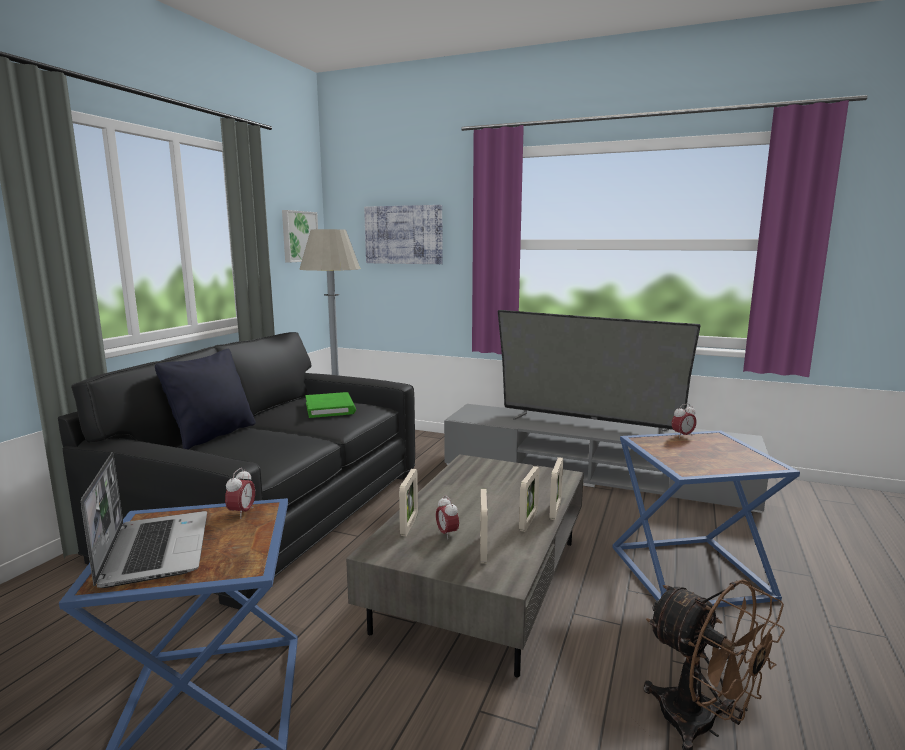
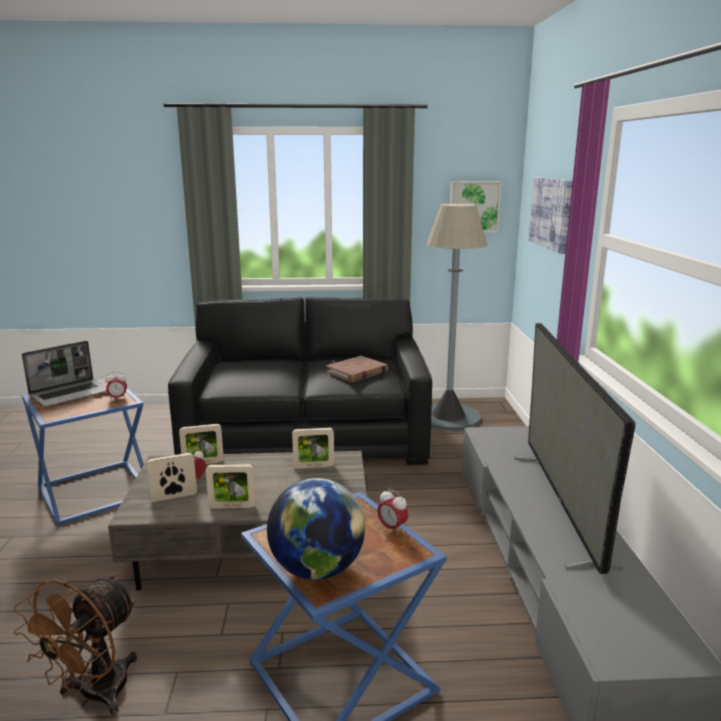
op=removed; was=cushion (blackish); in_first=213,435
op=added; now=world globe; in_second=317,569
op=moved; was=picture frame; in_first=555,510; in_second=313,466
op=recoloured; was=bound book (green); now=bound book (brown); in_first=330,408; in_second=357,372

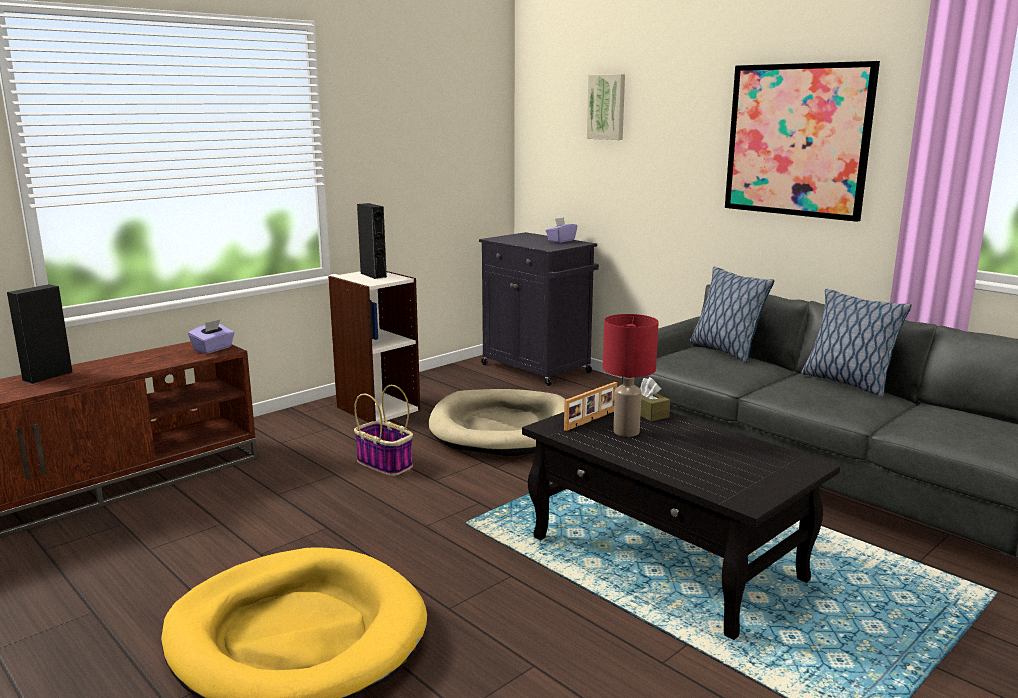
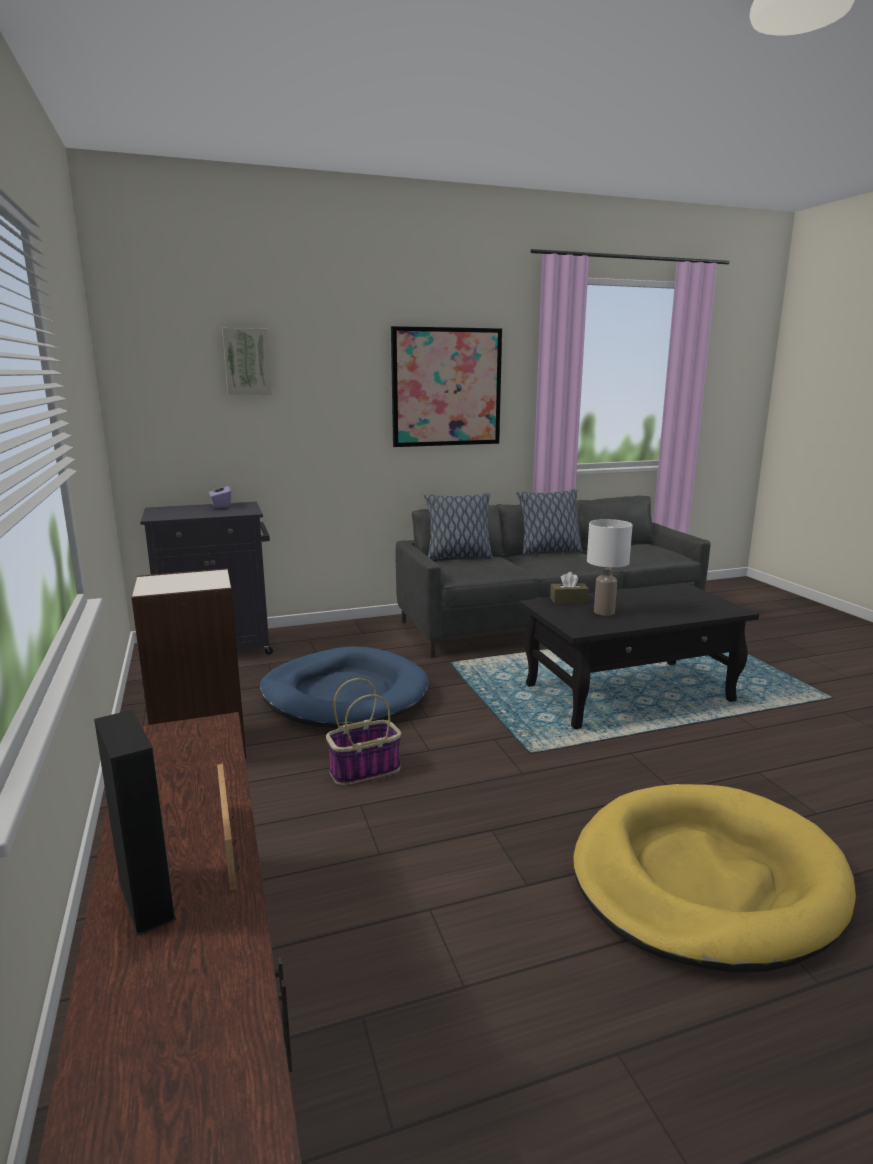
op=removed; was=box of tissues (purple); in_first=213,349
op=removed; was=audio speaker (blackish); in_first=373,275
op=moved; was=picture frame; in_first=591,420; in_second=230,844
op=recoloured; was=dog cushion (sand-coloured); now=dog cushion (blue); in_first=503,428; in_second=344,694
op=recoloured; was=table lamp (red); now=table lamp (white-coloured); in_first=626,432; in_second=604,612

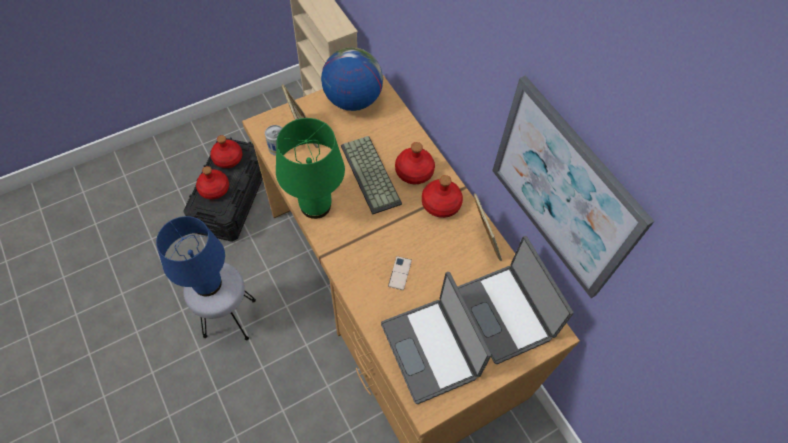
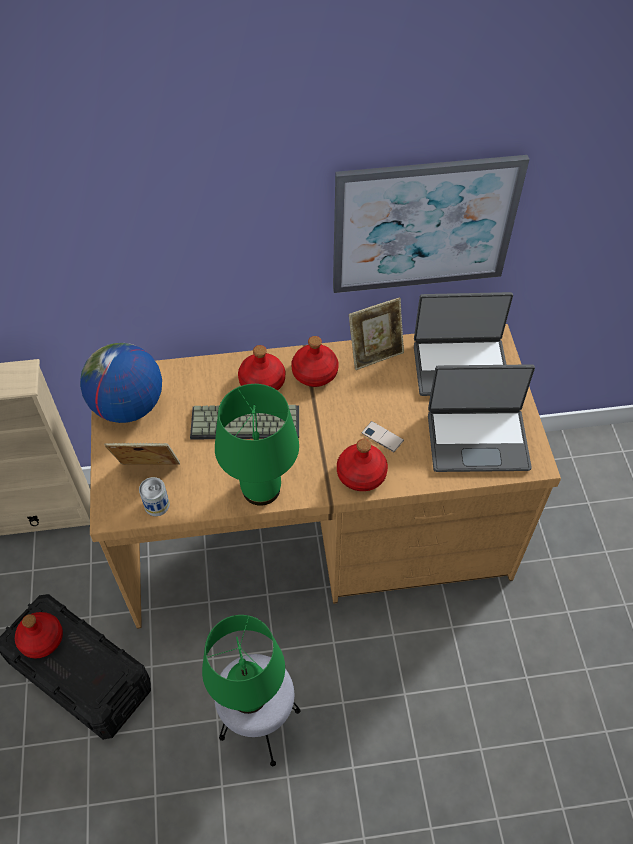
op=moved; was=bottle (red); in_first=214,189; in_second=361,474
op=recoloured; was=table lamp (blue); now=table lamp (green); in_first=208,283; in_second=248,694
op=turned; was=picture frame; in_first=483,241; in_second=375,354; clockwise=150

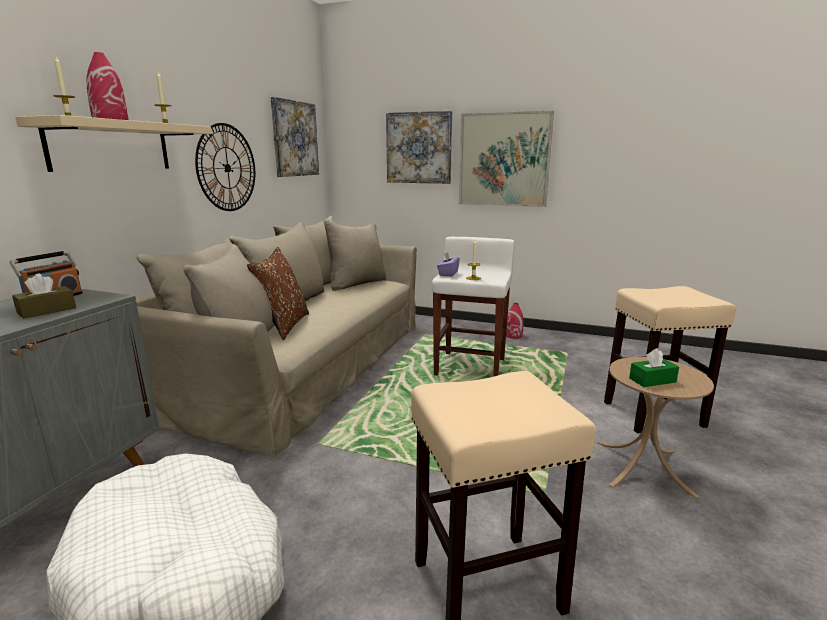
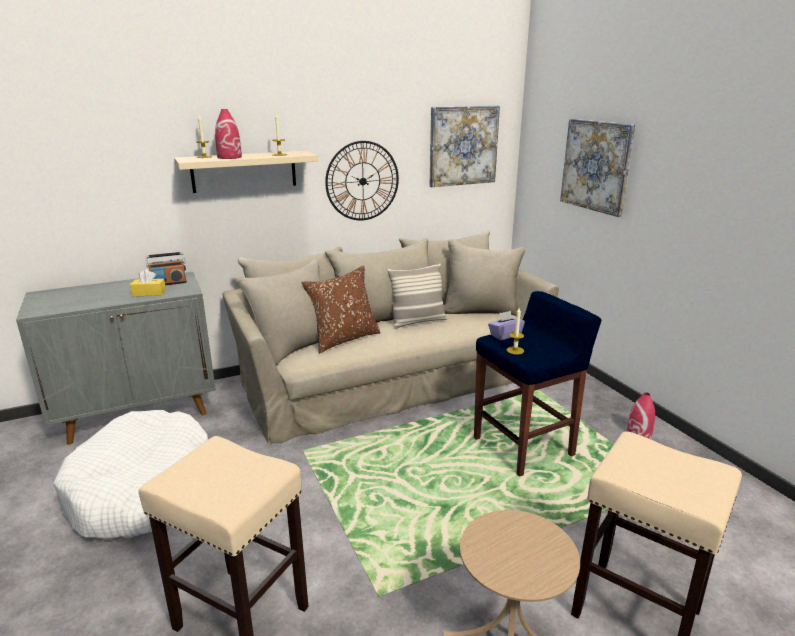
op=removed; was=wall picture; in_first=504,160
op=removed; was=box of tissues (green); in_first=652,380
op=added; now=cushion; in_second=417,322
op=recoloured; was=box of tissues (brown); now=box of tissues (yellow); in_first=47,310; in_second=149,293
op=recoloured; was=sitting stool (white-coloured); now=sitting stool (blue); in_first=470,366; in_second=525,446

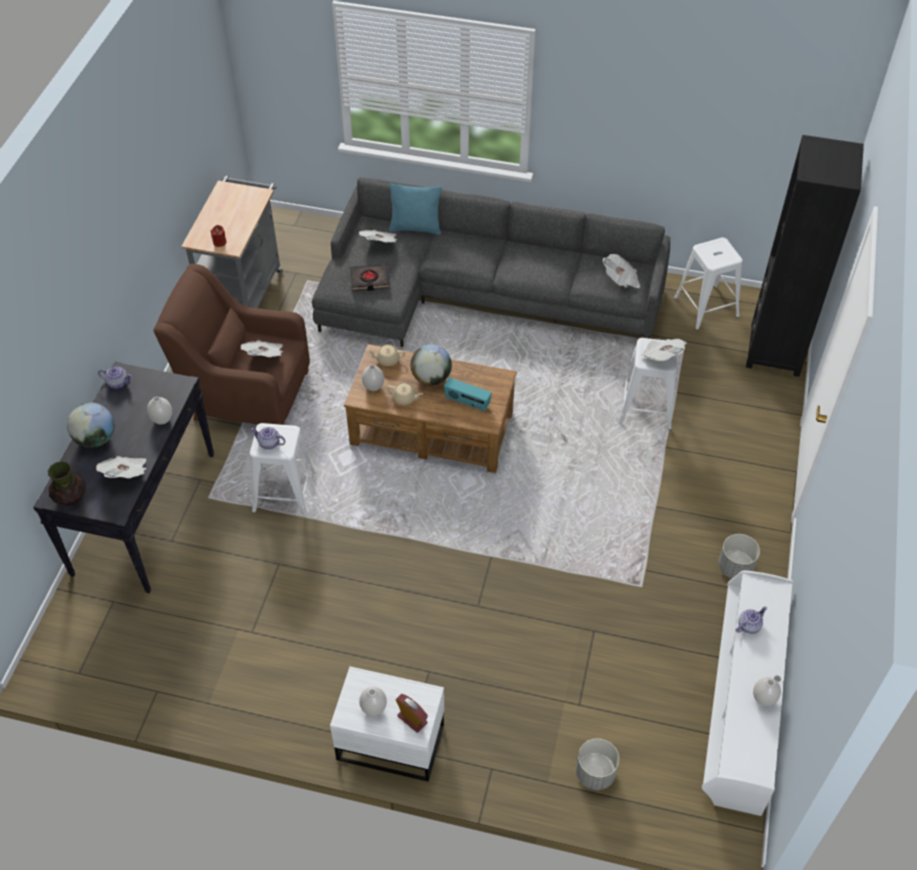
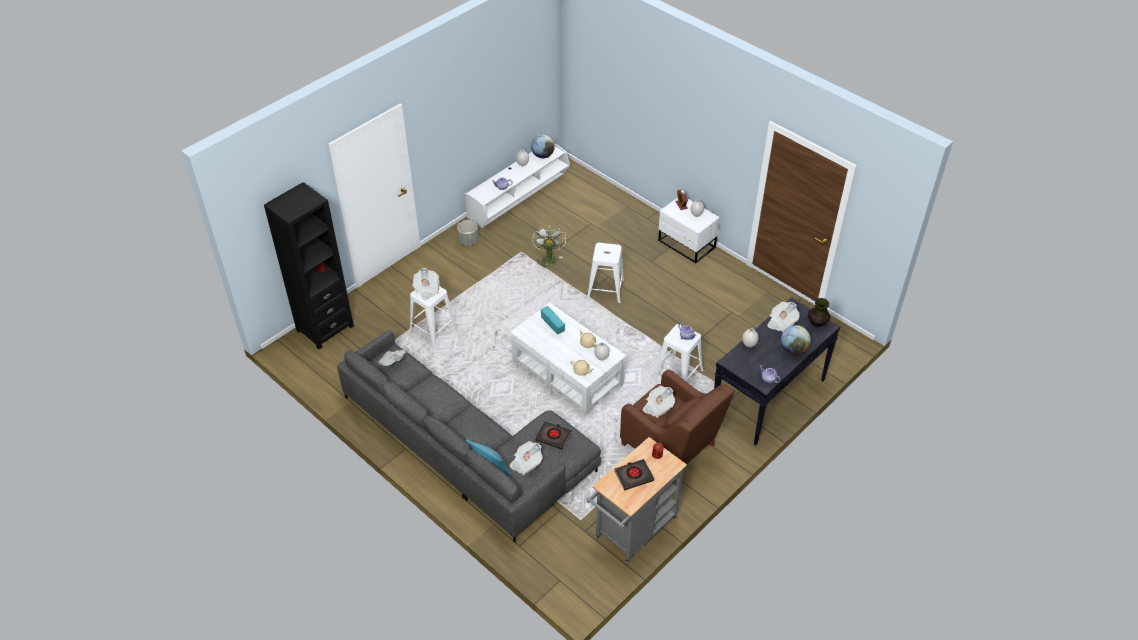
op=removed; was=planter (greyish); in_first=595,773
op=added; now=fan (white-coloured); in_second=548,258
op=added; now=bound book (blackish); in_second=633,476
op=moved; was=world globe; in_first=431,378; in_second=543,155
op=moved; was=sitting stool (white-coloured); in_first=706,307; in_second=605,289
op=recoloured; was=coffee table (brown); now=coffee table (white-coloured); in_first=432,429; in_second=567,372

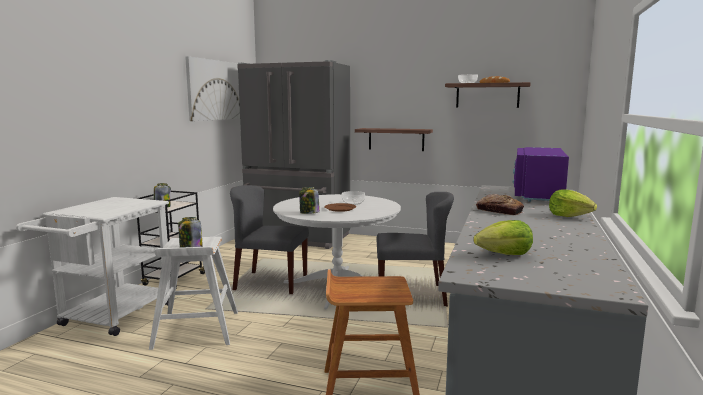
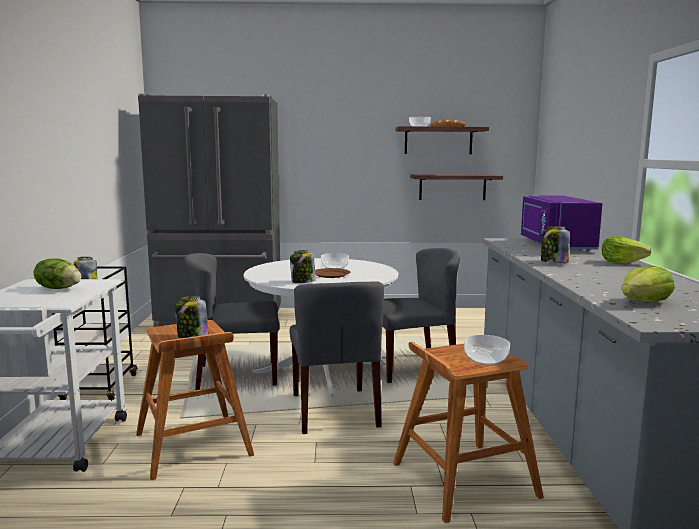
op=removed; was=wall picture; in_first=214,90
op=added; now=head of lettuce; in_second=59,288
op=added; now=plain chair (greyish); in_second=334,411
op=added; now=deep dish; in_second=485,360
op=moved; was=wall shelf; in_first=396,139; in_second=452,187
op=replaced; was=bakery bread; now=jar; in_first=499,211; in_second=553,262
op=recoloured; was=sitting stool (white-coloured); now=sitting stool (brown); in_first=196,330; in_second=193,445

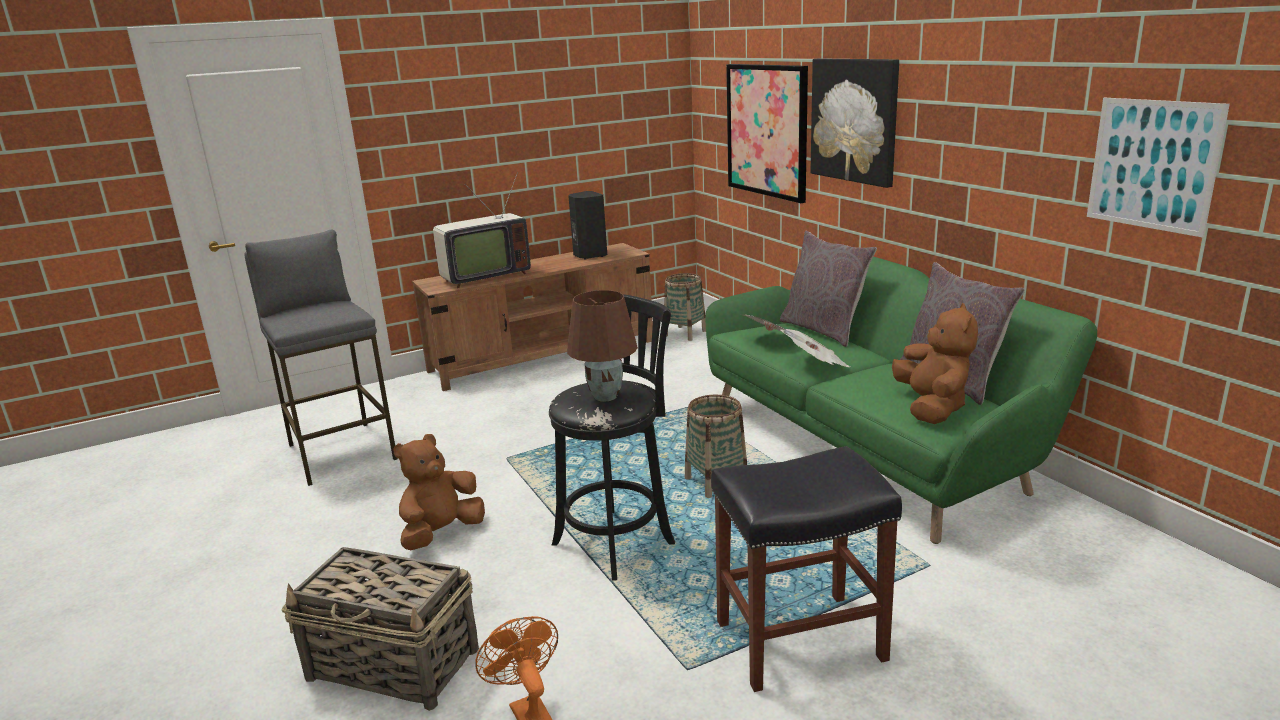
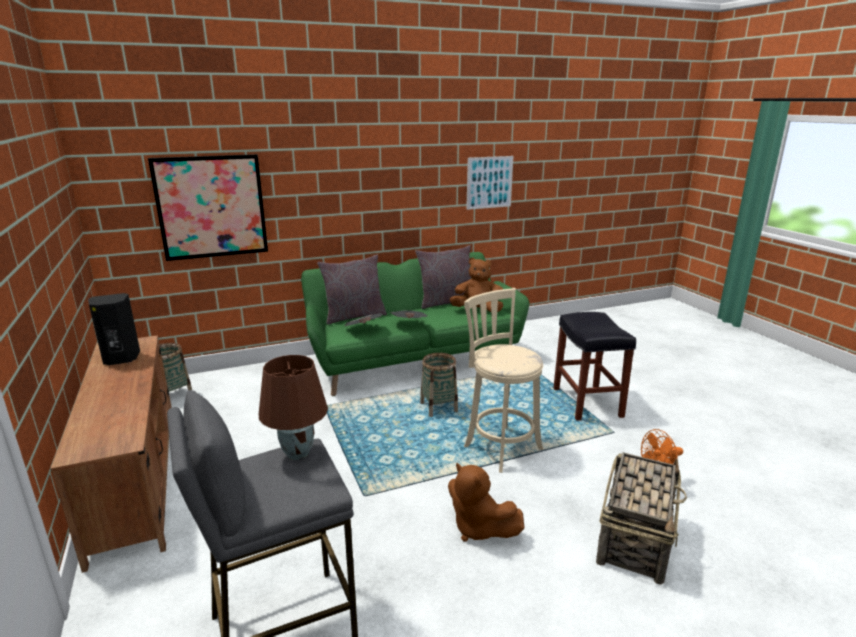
op=removed; was=TV set; in_first=483,276
op=removed; was=wall picture; in_first=854,120
op=moved; was=table lamp (brown); in_first=606,396; in_second=298,453
op=recoloured; was=sitting stool (blackish); now=sitting stool (sand-coloured); in_first=618,541; in_second=500,446

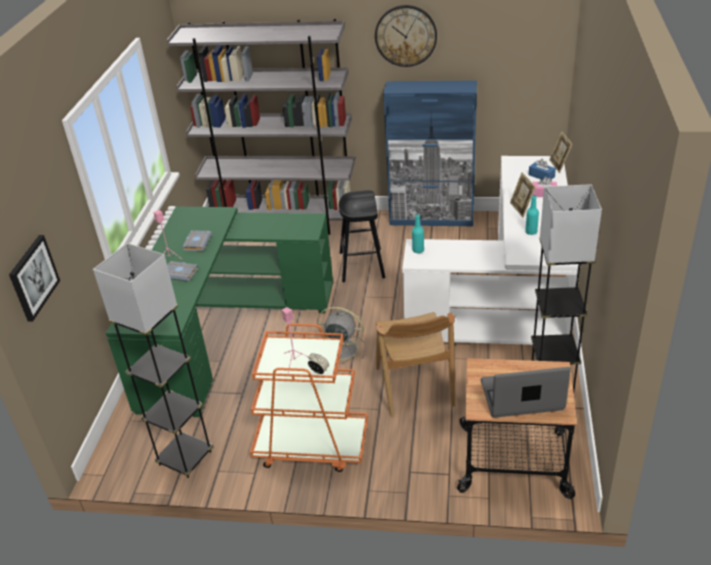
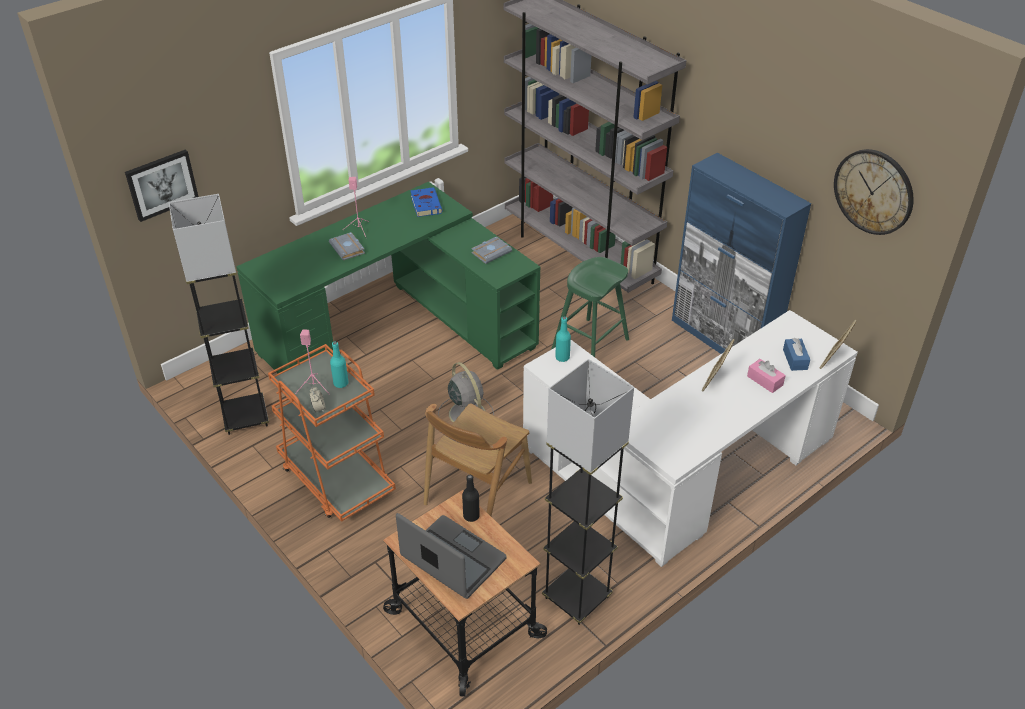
op=added; now=bound book (blue); in_second=425,204
op=added; now=bottle (blackish); in_second=471,516
op=moved; was=bound book (greyish); in_first=197,242; in_second=491,252
op=moved; was=wall clock; in_first=405,35; in_second=874,191
op=moved; was=bottle (turquoise); in_first=531,232; in_second=341,383
op=recoloured; was=sitting stool (blackish); now=sitting stool (green); in_first=362,265; in_second=590,345

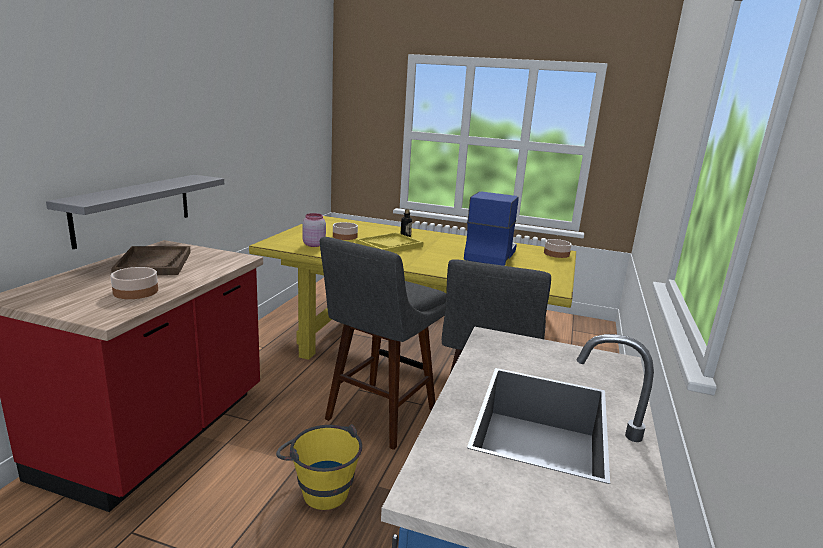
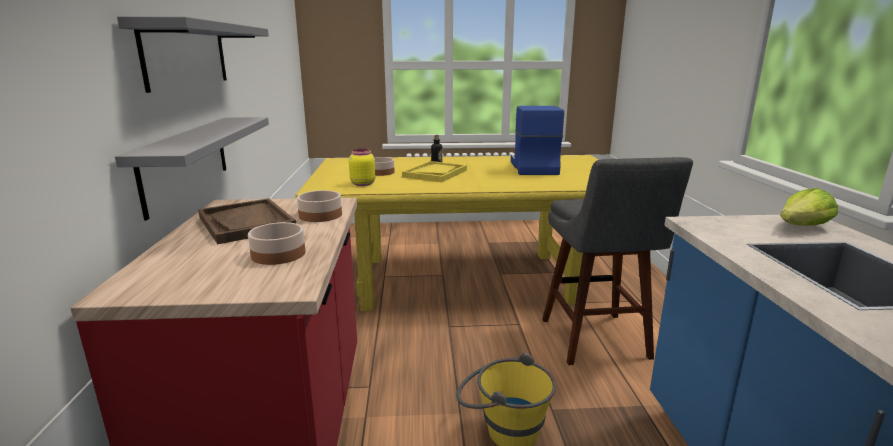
op=removed; was=sitting stool (greyish); in_first=378,416
op=added; now=wall shelf (greyish); in_second=187,55
op=added; now=head of lettuce; in_second=802,227
op=moved; was=deep dish; in_first=556,254; in_second=320,215
op=recoloured; was=jar (pinkish); now=jar (yellow); in_first=313,244; in_second=362,184

